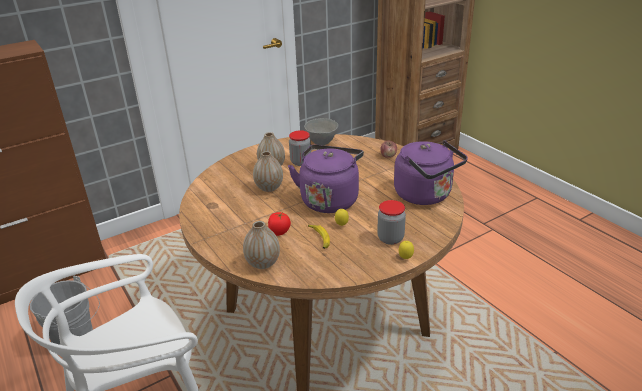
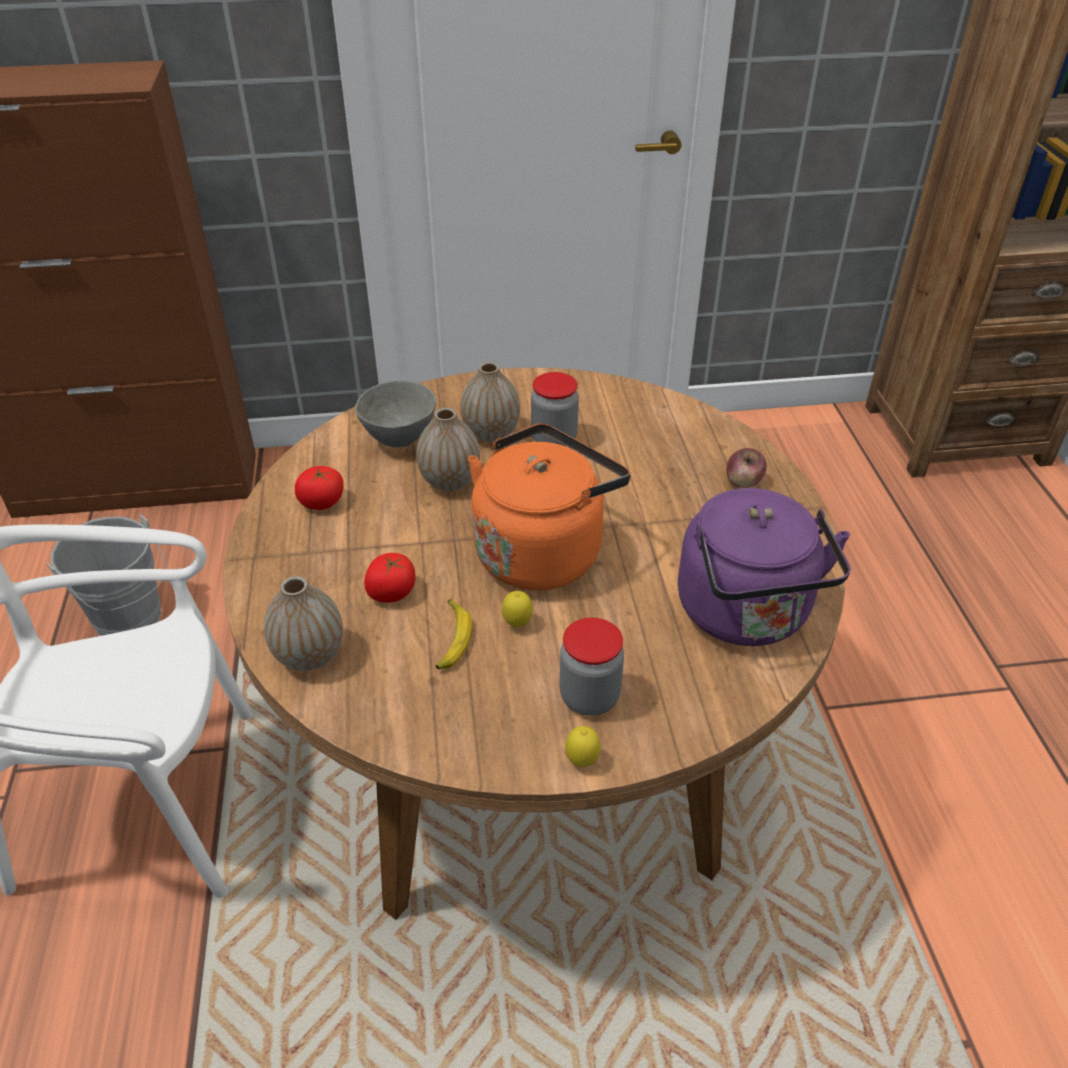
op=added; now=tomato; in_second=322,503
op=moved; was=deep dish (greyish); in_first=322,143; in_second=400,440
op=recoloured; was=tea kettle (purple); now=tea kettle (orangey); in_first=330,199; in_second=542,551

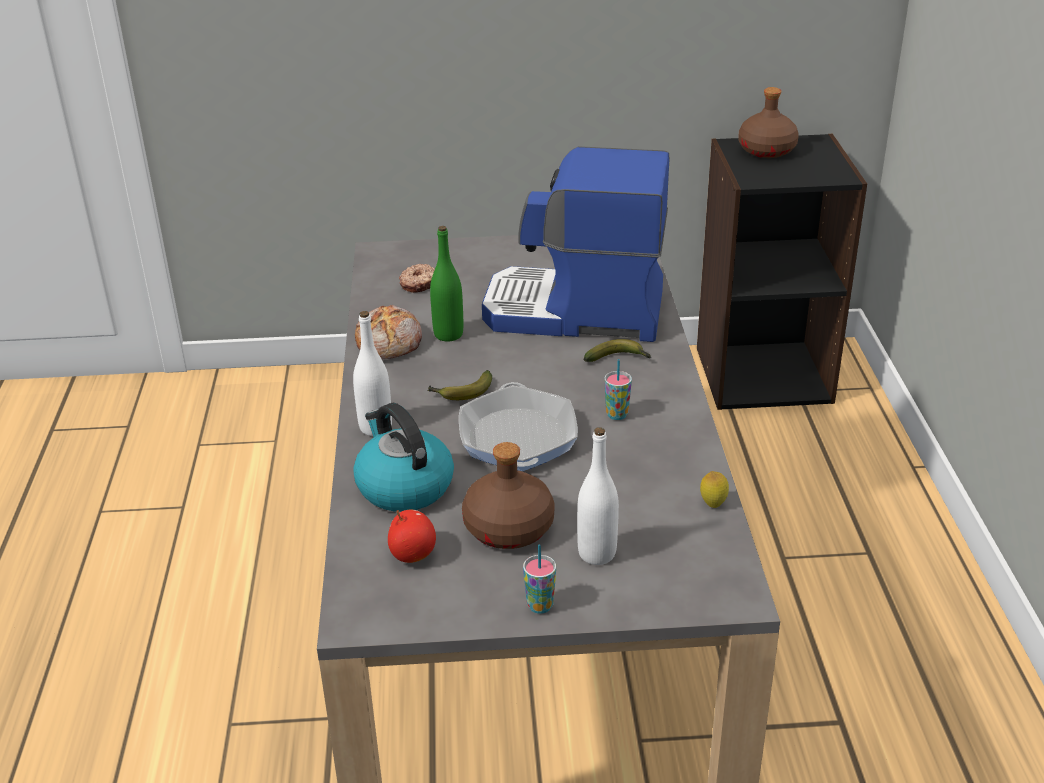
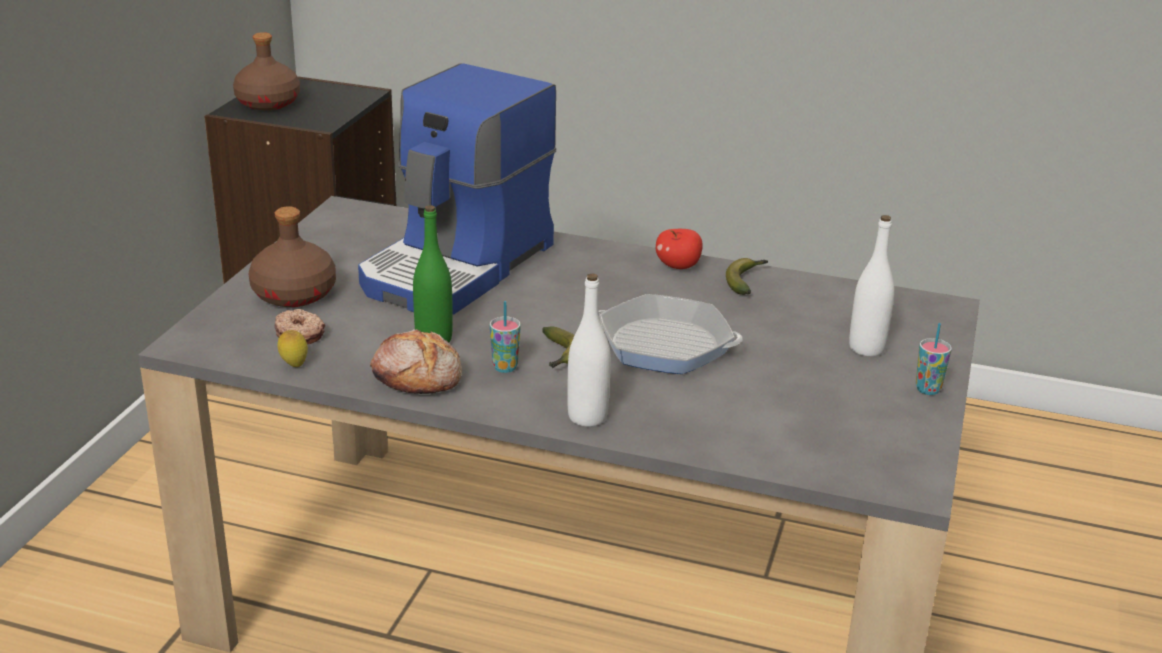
op=removed; was=tea kettle; in_first=403,486
op=moved; was=apple fruit; in_first=412,554; in_second=678,266
op=moved; was=bottle (brown); in_first=508,528; in_second=295,294
op=moved; was=banana; in_first=618,359; in_second=746,281
op=moved; was=drinking cup; in_first=617,415; in_second=505,367
op=moved; was=lemon; in_first=713,504; in_second=294,365

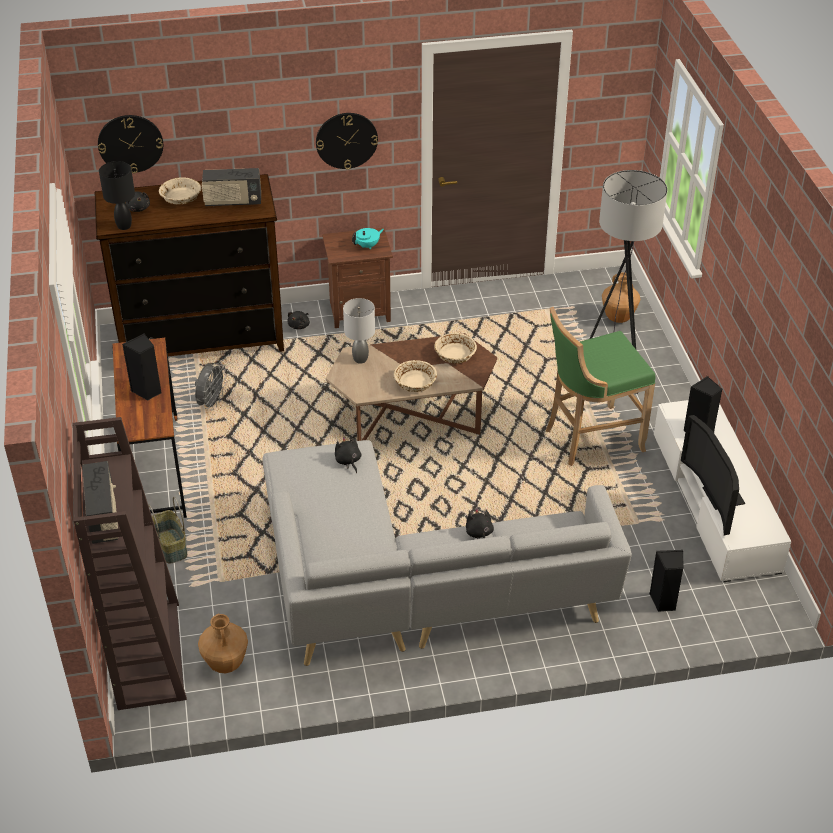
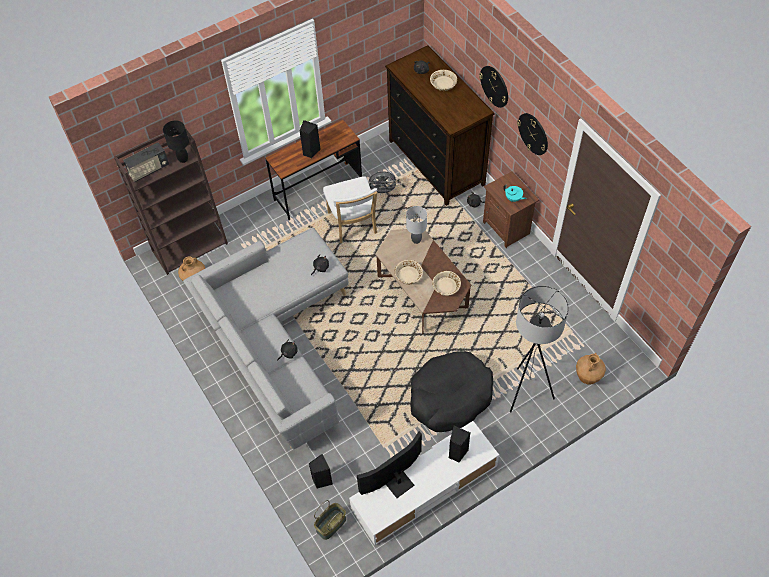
op=removed; was=radio; in_first=233,202
op=added; now=plain chair (white-coloured); in_second=353,225
op=moved; was=wall clock; in_first=130,143; in_second=494,86
op=moved; was=table lamp (blackish); in_first=124,226; in_second=183,159
op=moved; was=storage basket; in_first=170,546; in_second=331,524
op=replaced; was=sitting stool (green); now=dog cushion (blackish); in_first=590,438; in_second=450,396

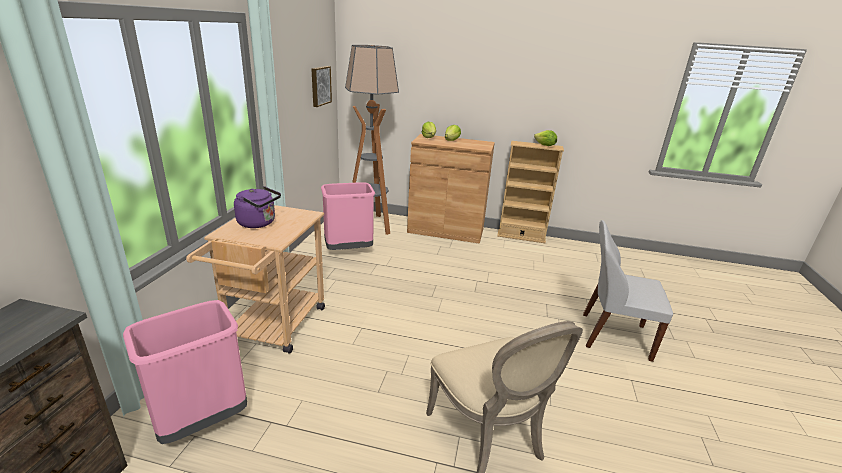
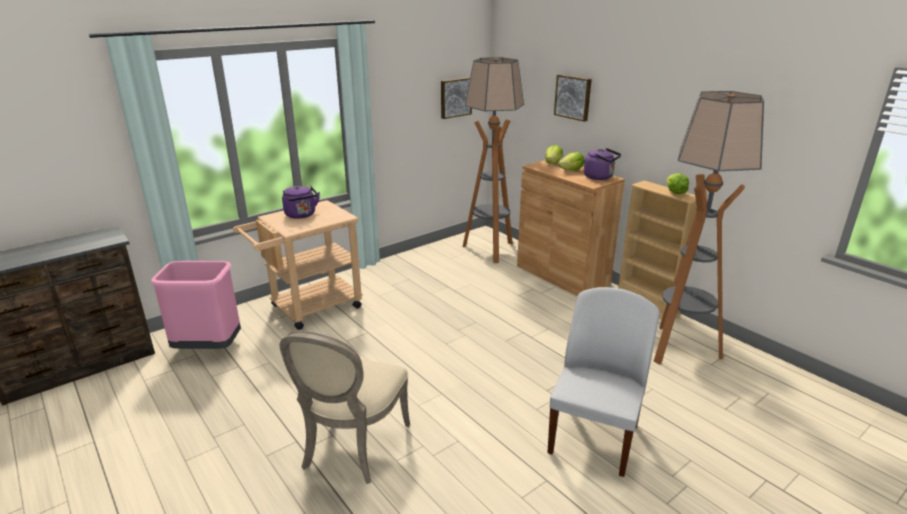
op=removed; was=trash can (pinkish); in_first=349,250
op=added; now=wall picture; in_second=573,97
op=added; now=tea kettle (purple); in_second=600,177
op=added; now=standing lamp; in_second=679,348
op=turned; was=plain chair (white-coloured); in_first=612,335; in_second=594,437; clockwise=60

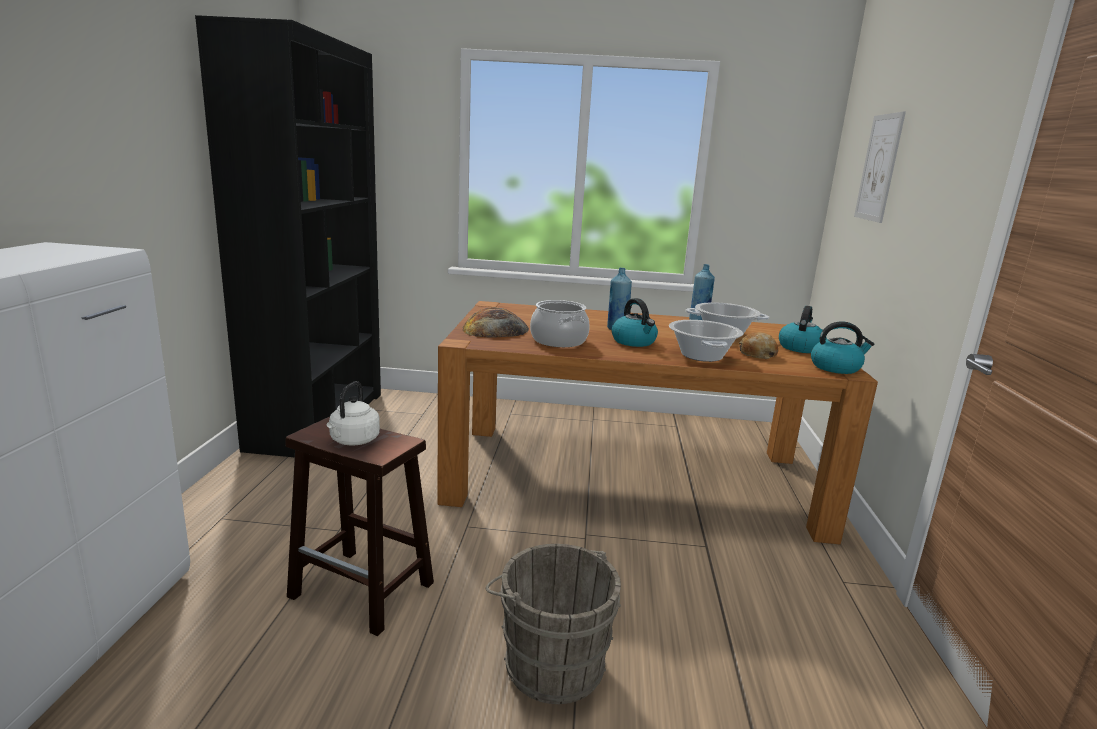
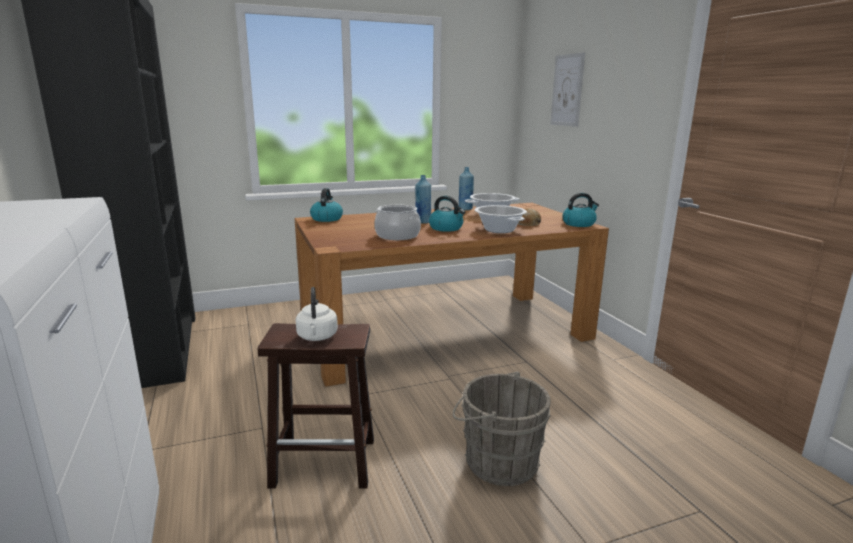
op=removed; was=bakery bread; in_first=495,329
op=moved; was=tea kettle; in_first=800,347; in_second=326,218

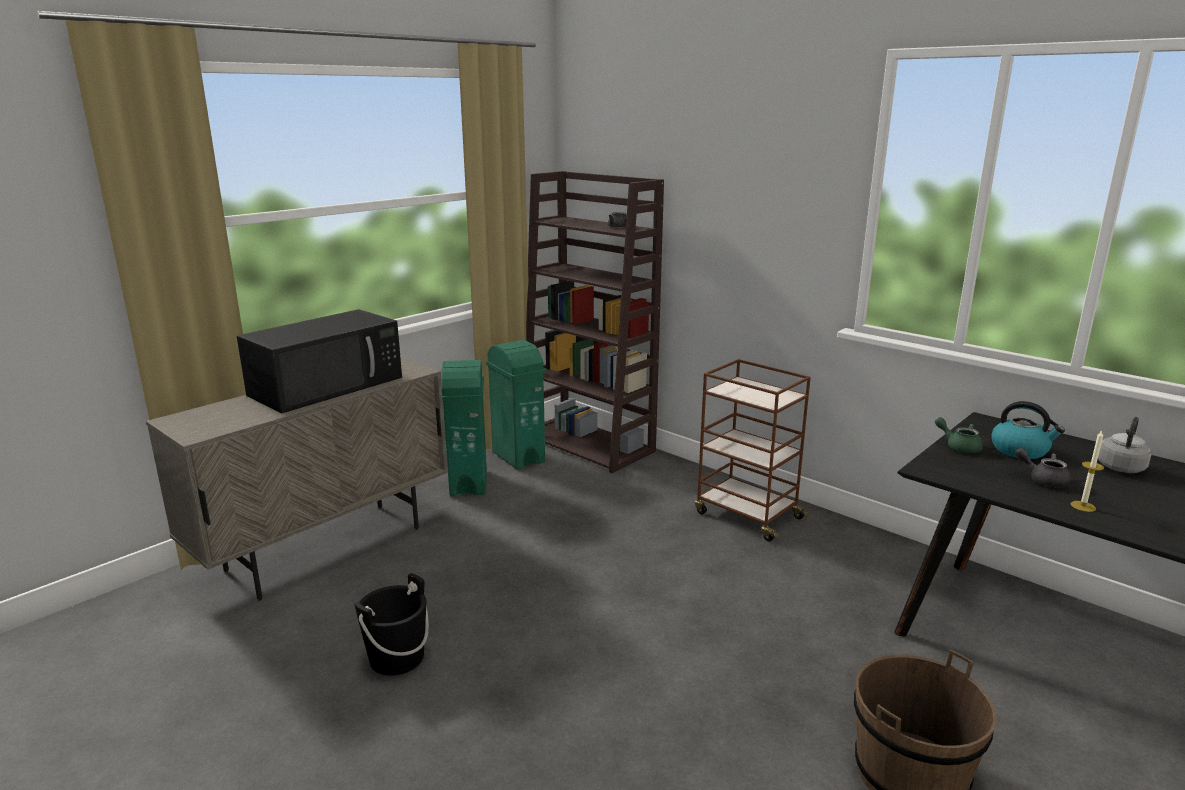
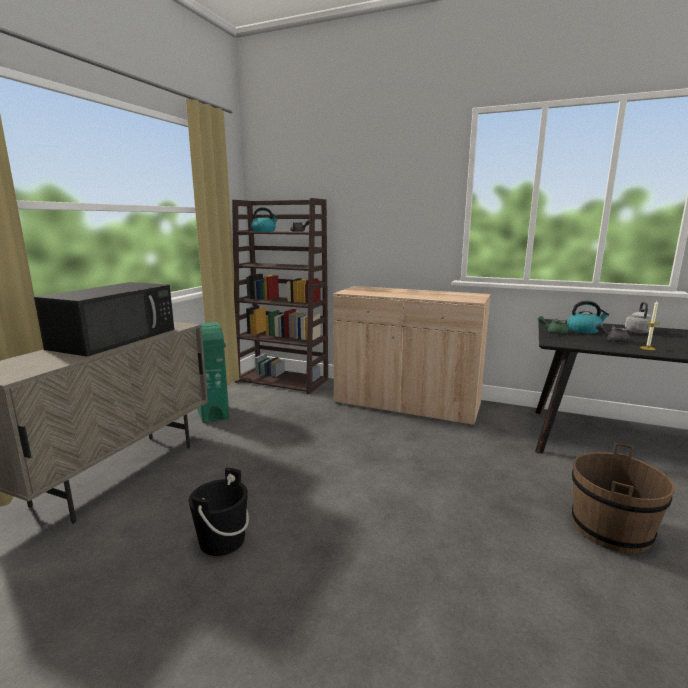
op=removed; was=trash can (green); in_first=518,456
op=added; now=tea kettle; in_second=264,231
op=replaced; was=wheeled cart (brown); now=cupboard (sand-coloured); in_first=747,515; in_second=406,404

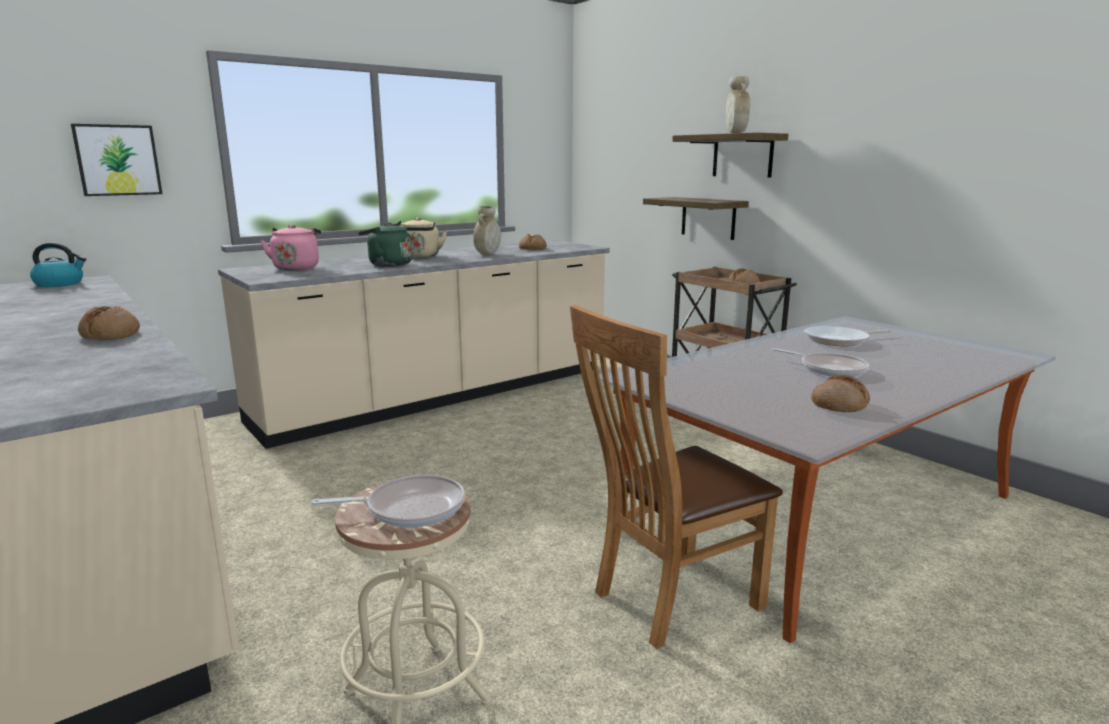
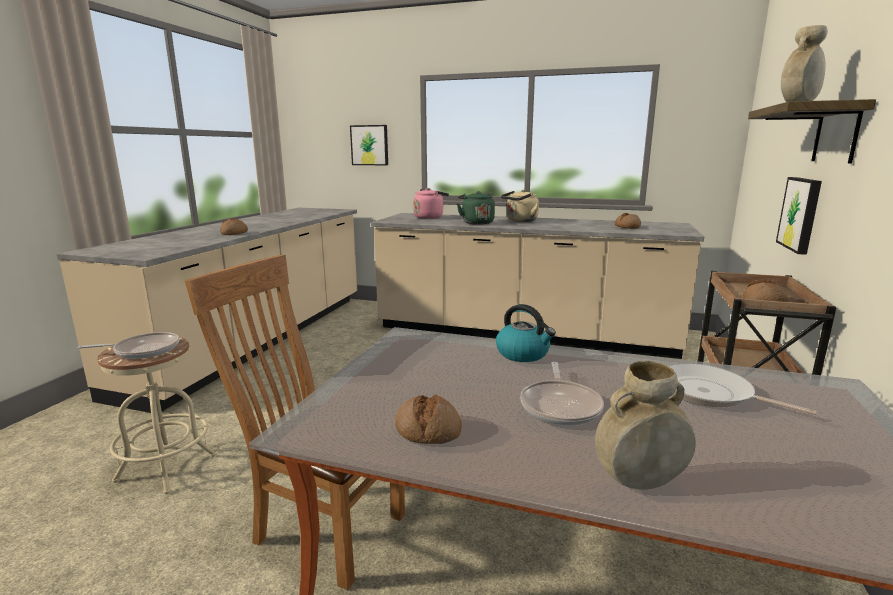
op=moved; was=tea kettle; in_first=60,284; in_second=523,354
op=moved; was=decorative vase (sand-coloured); in_first=487,254; in_second=639,482
op=replaced; was=wall shelf; now=wall picture; in_first=708,218; in_second=801,214
op=turned; was=skillet; in_first=409,509; in_second=143,350; clockwise=-60

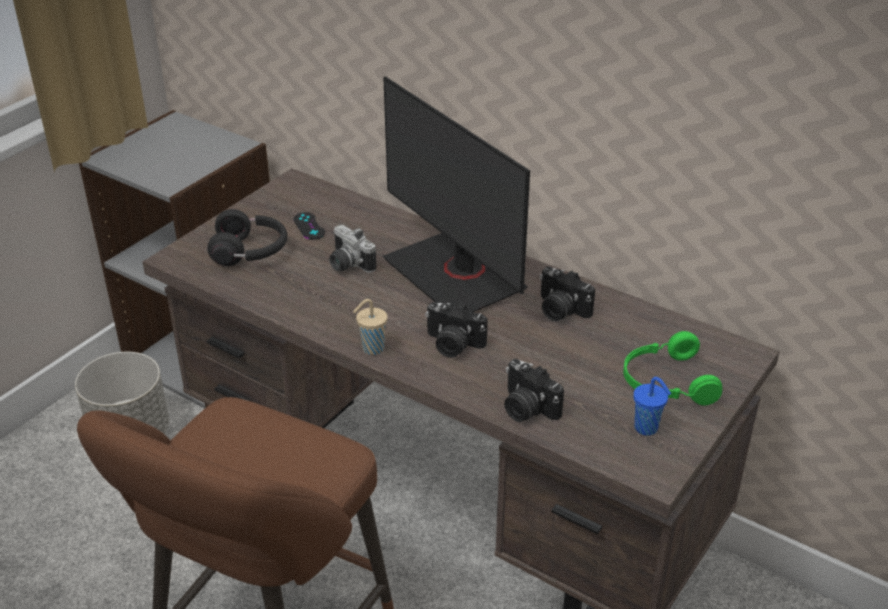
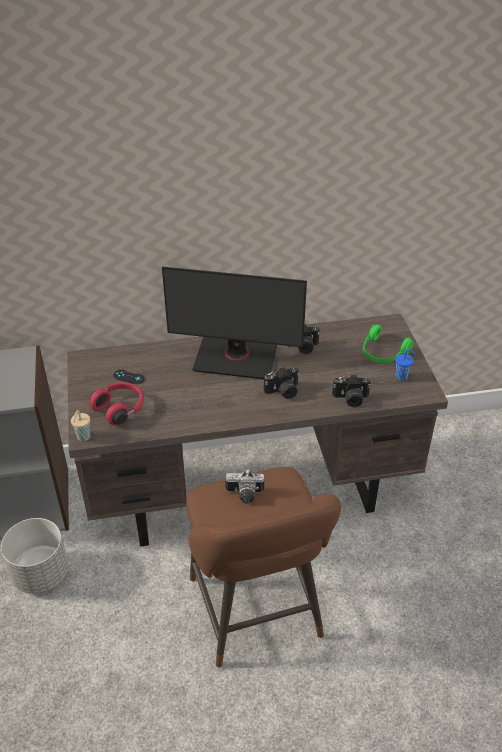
op=moved; was=still camera; in_first=347,264; in_second=244,495
op=moved; was=drinking cup (sand-coloured); in_first=371,349; in_second=83,437
op=recoloured; was=pair of headphones (blackish); now=pair of headphones (red); in_first=251,252; in_second=120,408

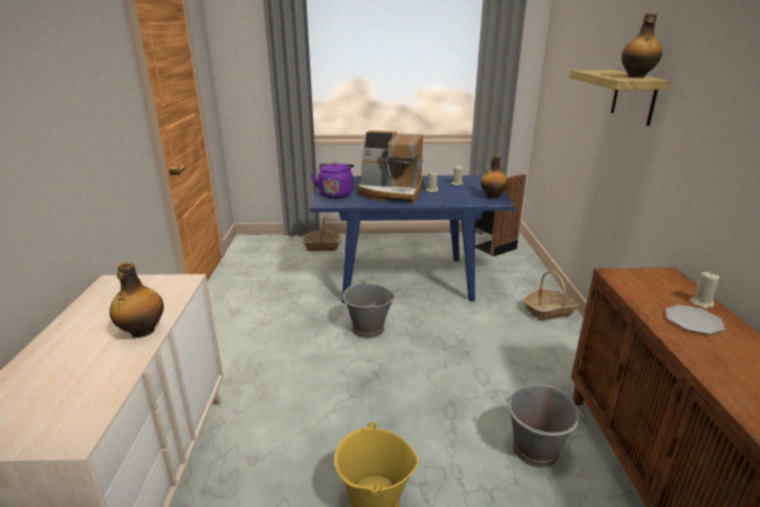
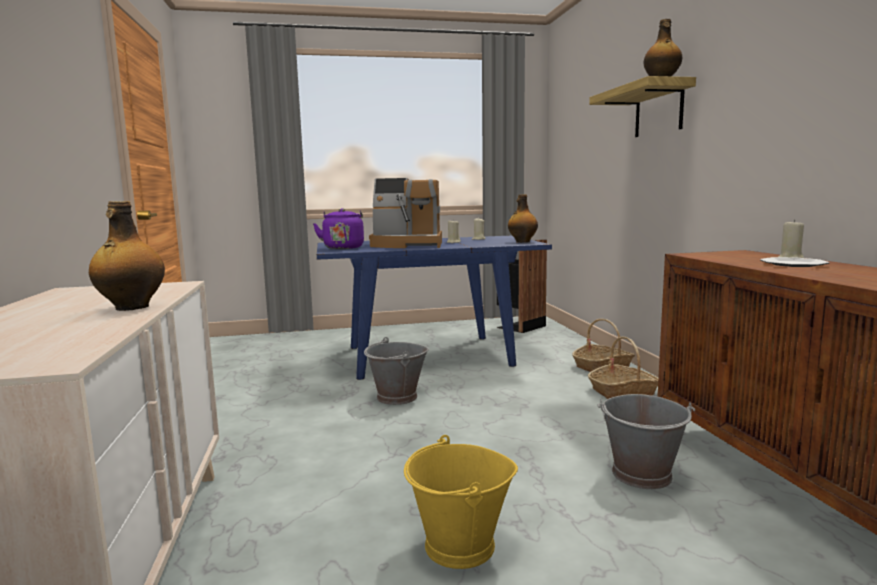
op=moved; was=storage basket; in_first=322,246; in_second=623,391

